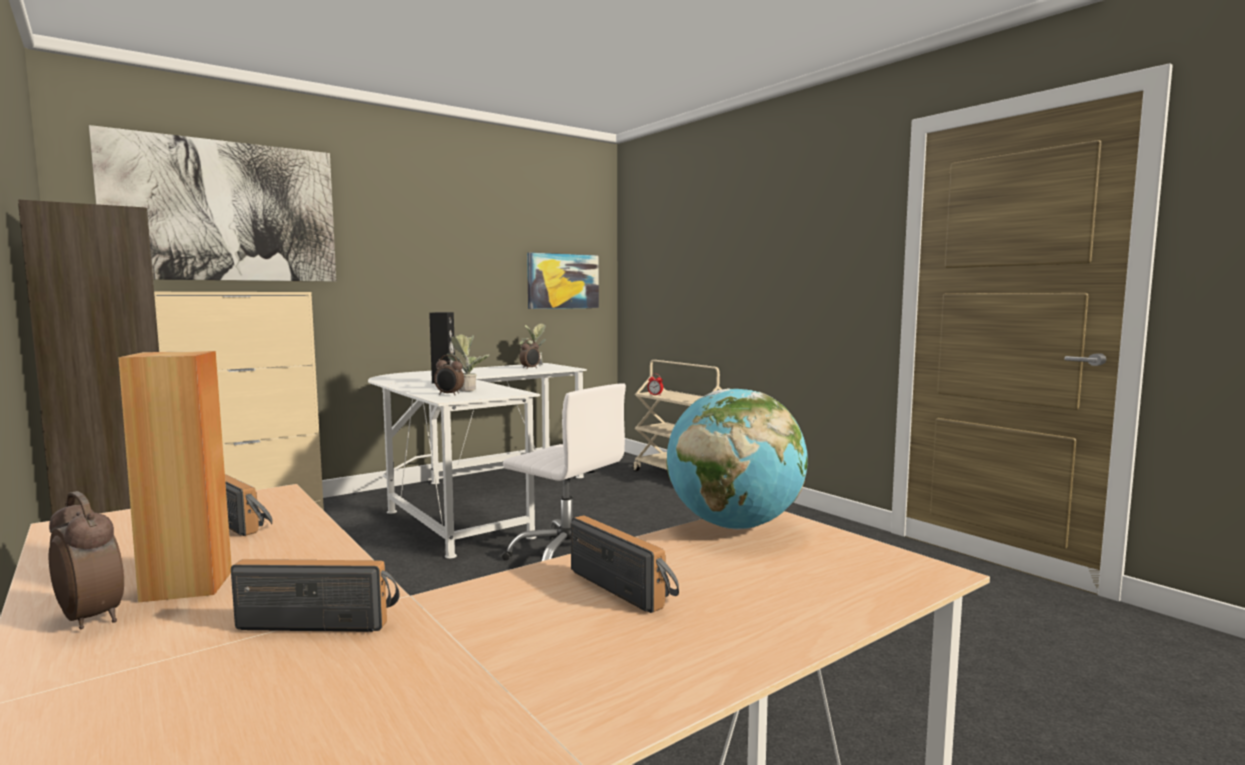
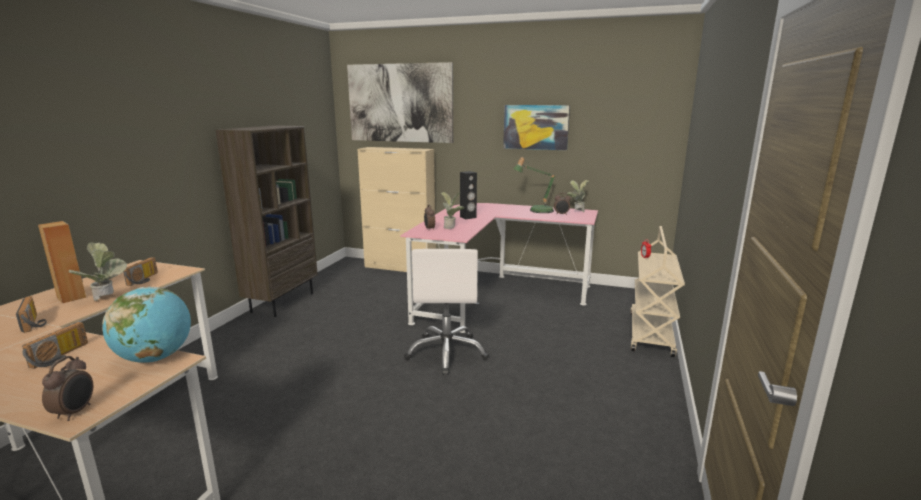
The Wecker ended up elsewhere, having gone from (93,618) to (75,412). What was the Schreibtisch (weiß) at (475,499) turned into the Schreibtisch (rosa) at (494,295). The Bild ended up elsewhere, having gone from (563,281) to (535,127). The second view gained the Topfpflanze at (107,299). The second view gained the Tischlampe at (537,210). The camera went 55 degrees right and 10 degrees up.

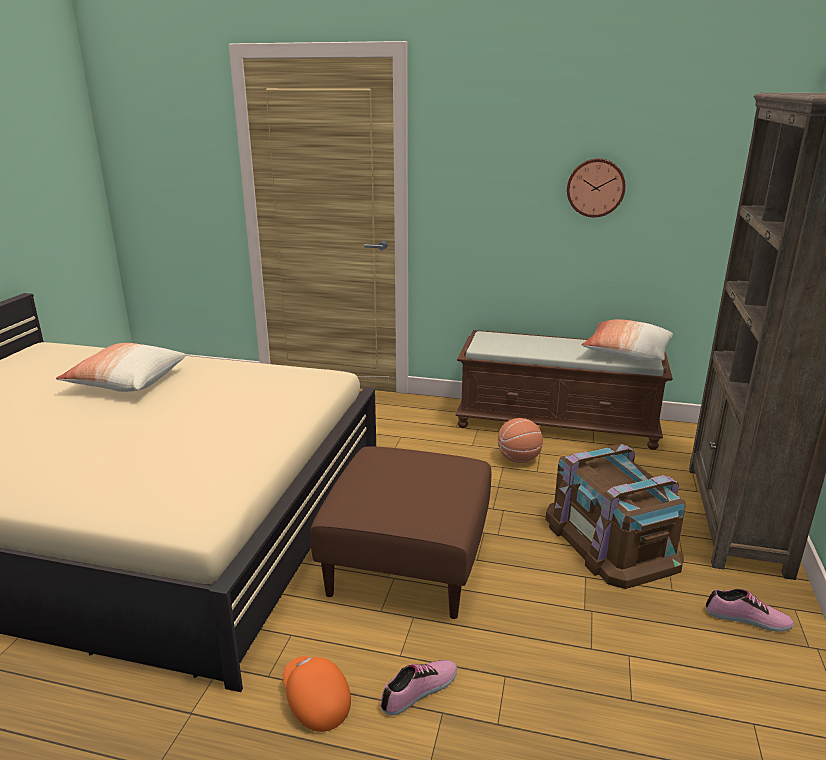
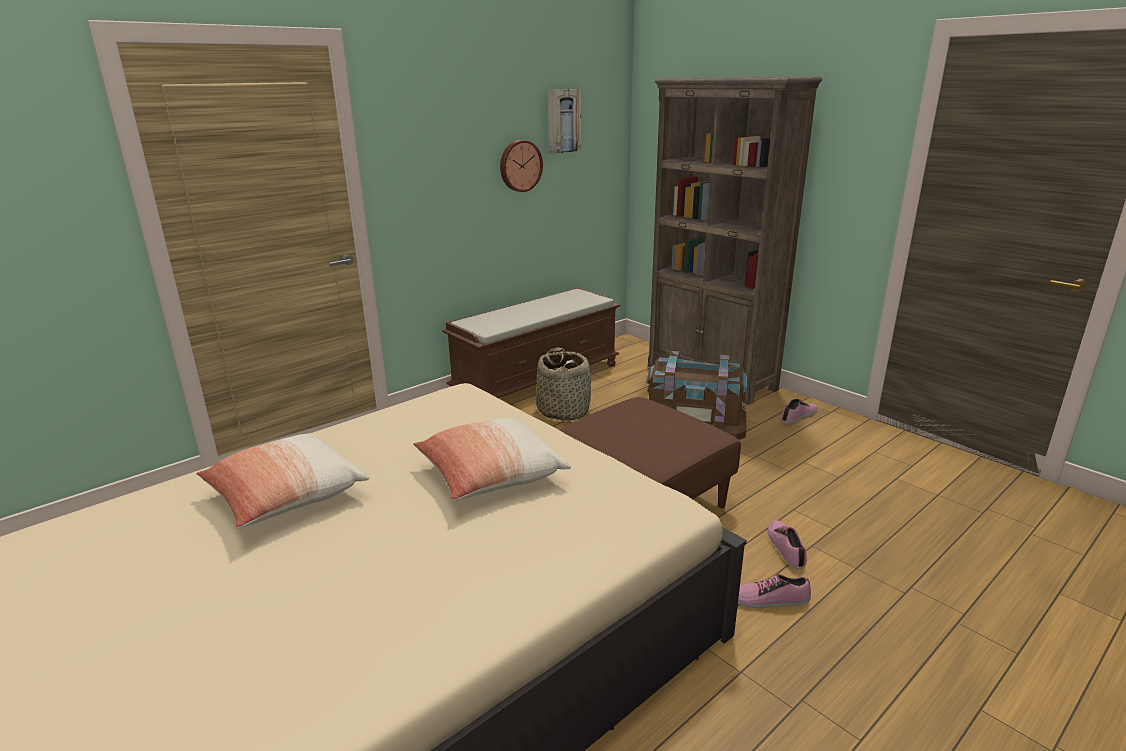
Where the Kappe (orange) stood at (315,702), the Schuh came to stand at (769,599). Where the Basketball stood at (519,459), the Korb came to stand at (563,410). The Kissen ended up elsewhere, having gone from (626,354) to (490,475). The second view gained the Bild at (563,121). The camera went 55 degrees left and 0 degrees up.

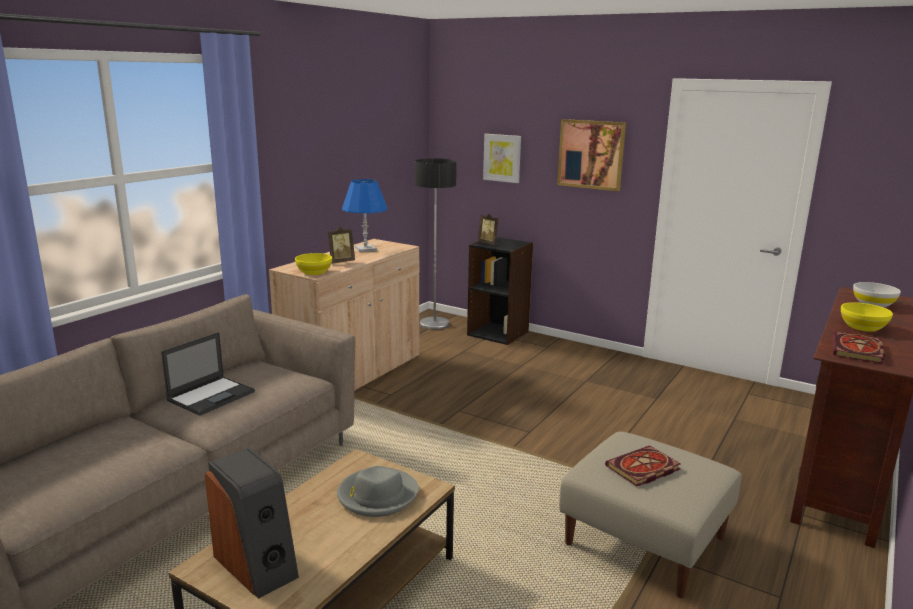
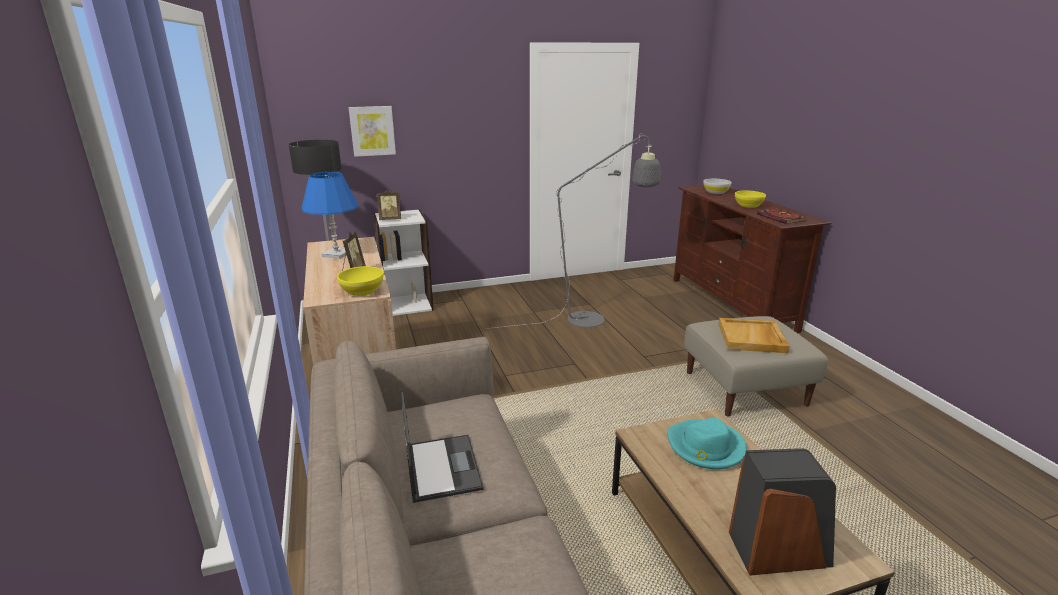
What was the Hut (grau) at (377,495) turned into the Hut (türkis) at (706,447). What was the Bücherregal (schwarz) at (498,333) turned into the Bücherregal (weiß) at (407,304). The second view lost the Bild at (591,154). Where the Buch stood at (642,469), the Tablett (beige) came to stand at (752,338). The second view gained the Stehlampe (grau) at (595,318). The camera went 50 degrees left and 5 degrees up.

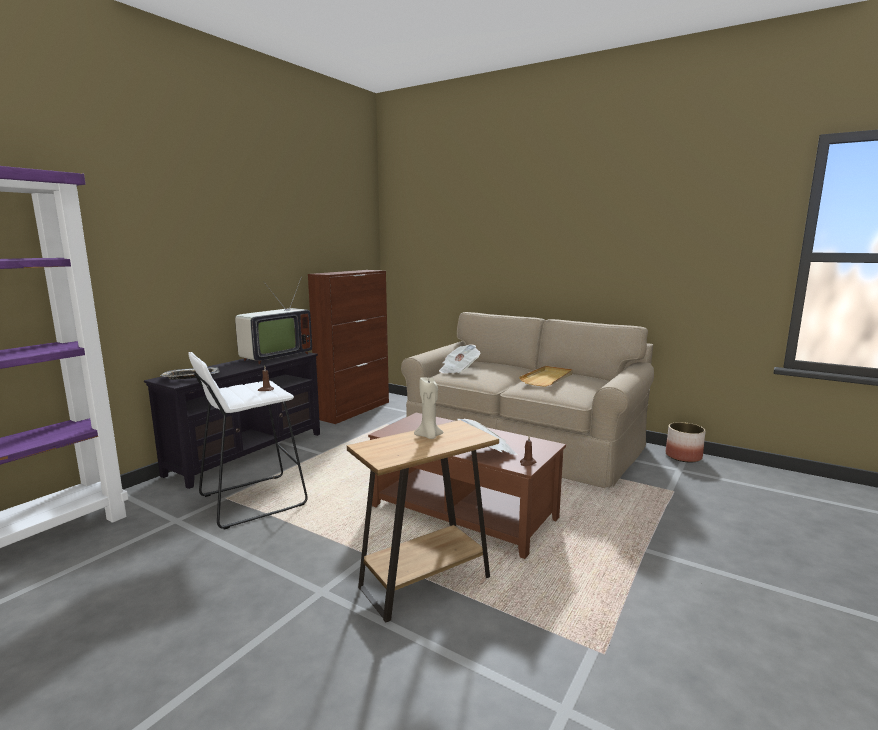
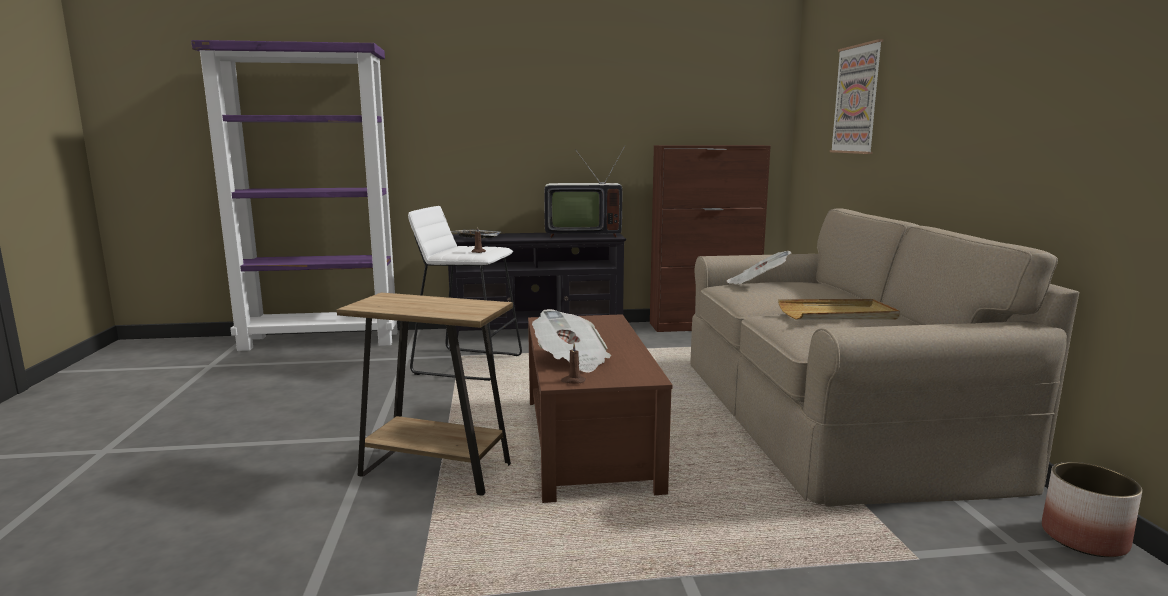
The second view lost the Kerze (beige) at (429,436). The second view gained the Bild at (856,99). The camera went 50 degrees right and 0 degrees up.

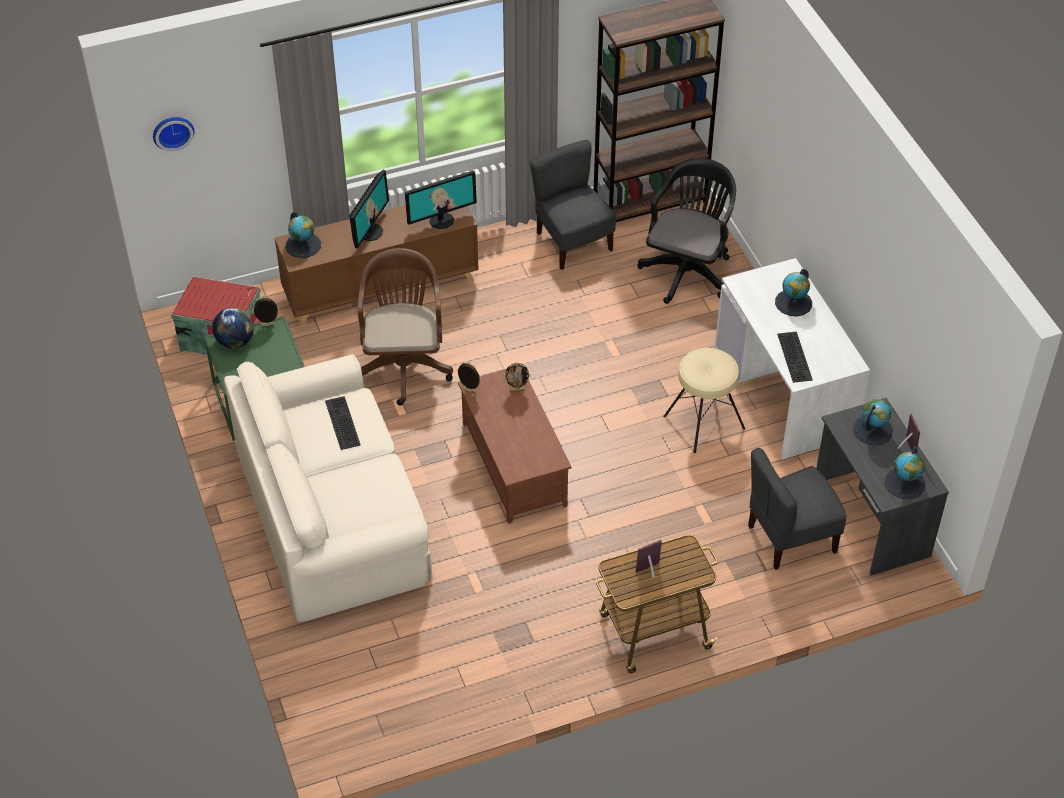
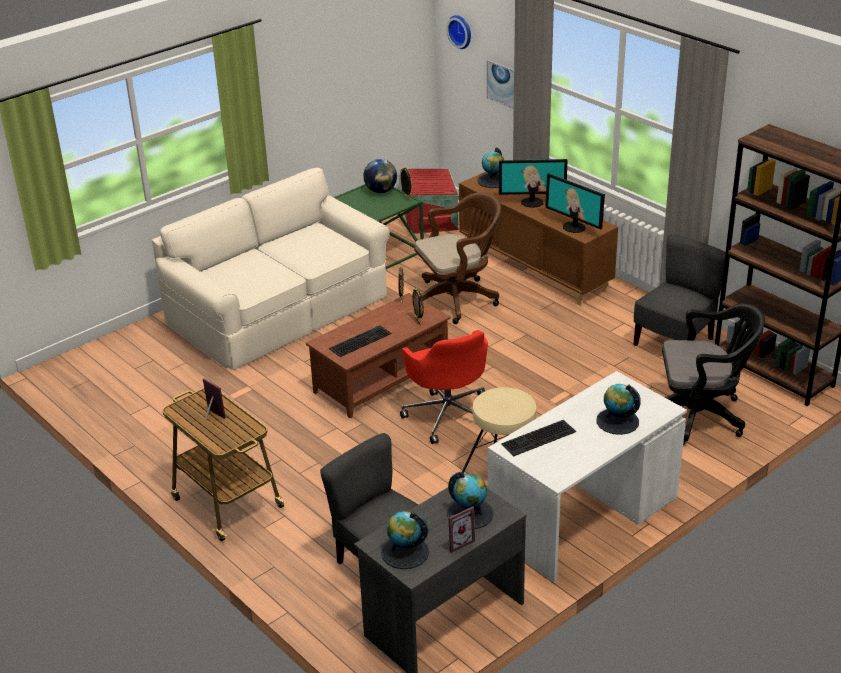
The Tastatur ended up elsewhere, having gone from (341,422) to (360,340). The second view gained the Bürostuhl (rot) at (448,414). The second view gained the Bild at (502,84). The camera went 70 degrees right and 15 degrees down.

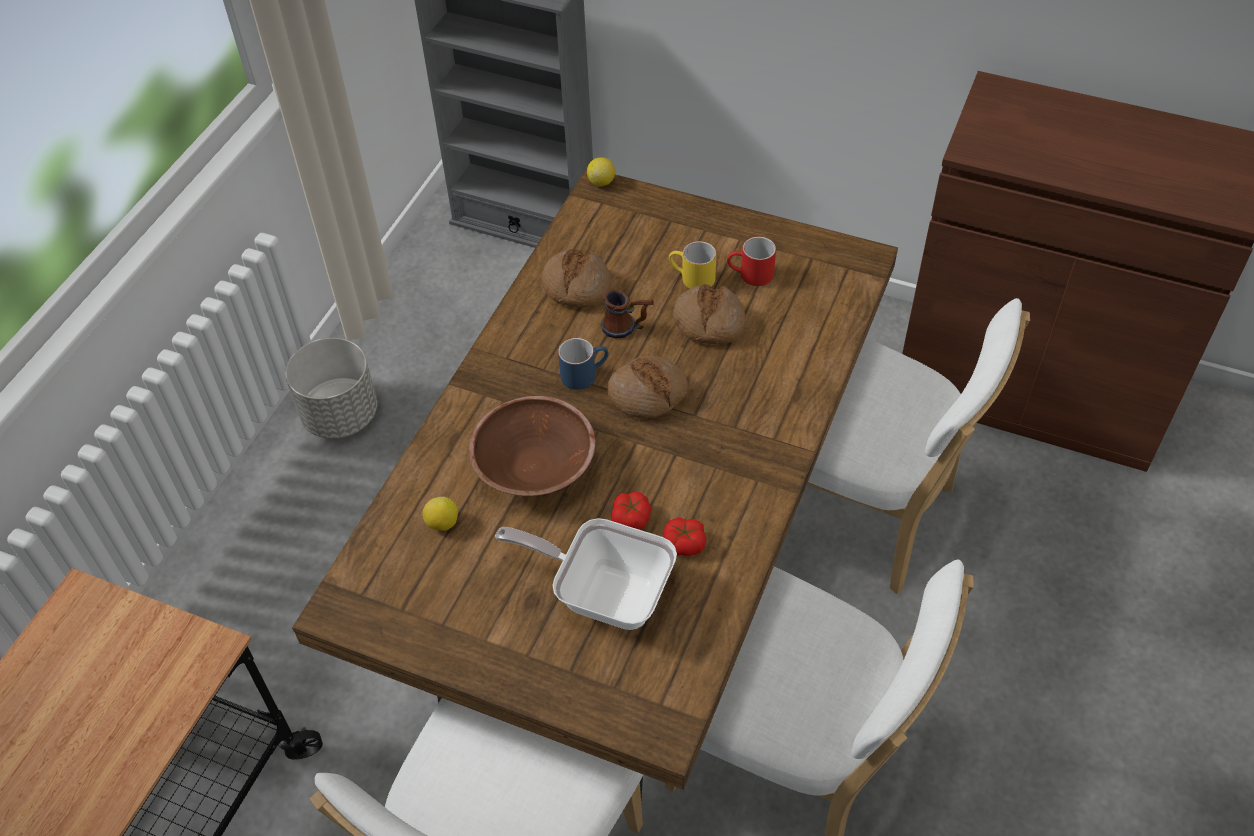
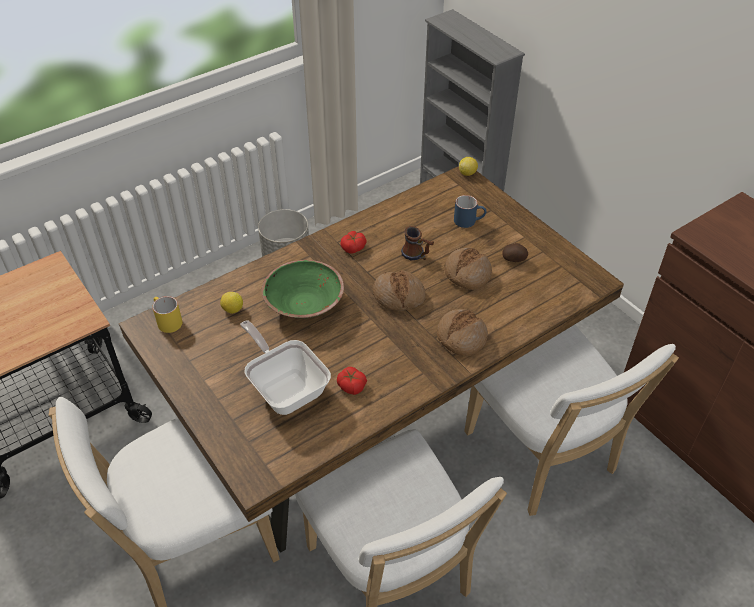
What was the Schüssel (braun) at (535,468) turned into the Schüssel (grün) at (304,305). The Brot ended up elsewhere, having gone from (576,287) to (461,337). The Henkelbecher (blau) ended up elsewhere, having gone from (584,373) to (469,221). The Tomate ended up elsewhere, having gone from (631,518) to (353,247). The Henkelbecher (gelb) ended up elsewhere, having gone from (691,278) to (166,321). Where the Henkelbecher (rot) stood at (750,275), the Kartoffel came to stand at (514,259). The camera went 30 degrees right and 5 degrees down.

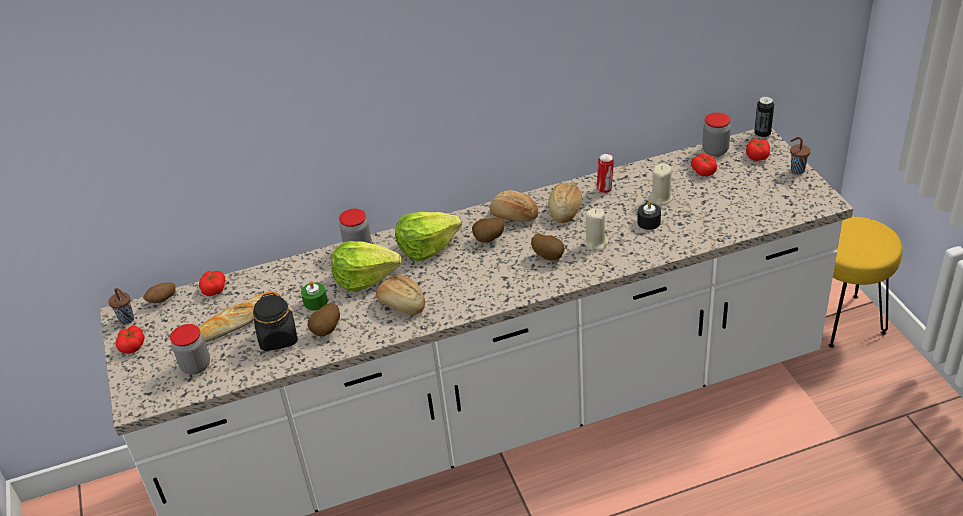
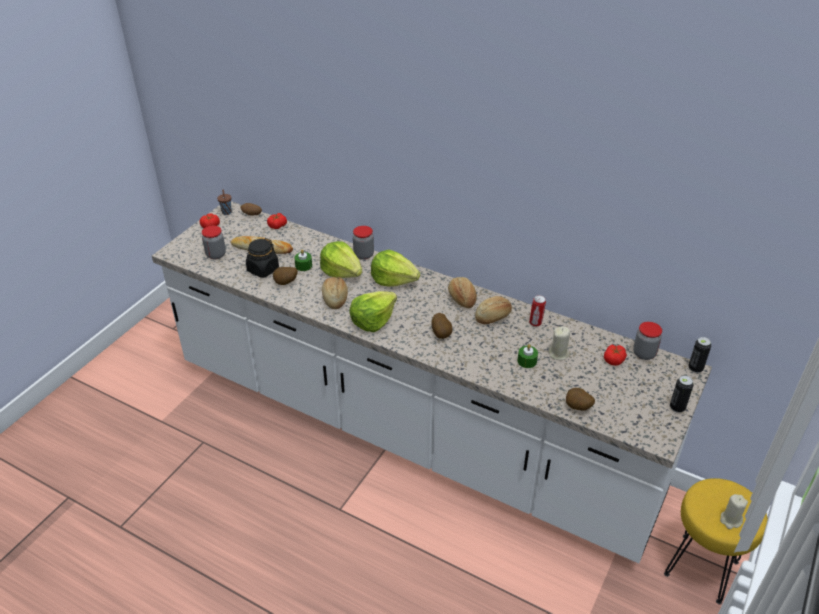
The Kartoffel ended up elsewhere, having gone from (489,240) to (577,408). The Kerze (beige) ended up elsewhere, having gone from (596,243) to (730,520). What was the Kerze (schwarz) at (649,222) turned into the Kerze (grün) at (527,361). The second view lost the Tomate at (757,155). Where the Tasse (braun) stood at (796,170), the Dose came to stand at (677,407). The second view gained the Salatkopf at (373,320). The camera went 45 degrees right and 0 degrees up.

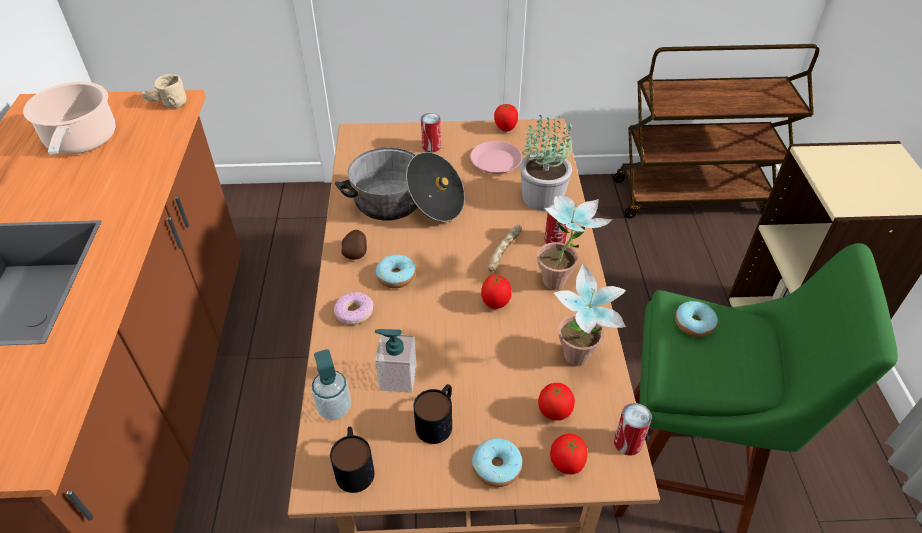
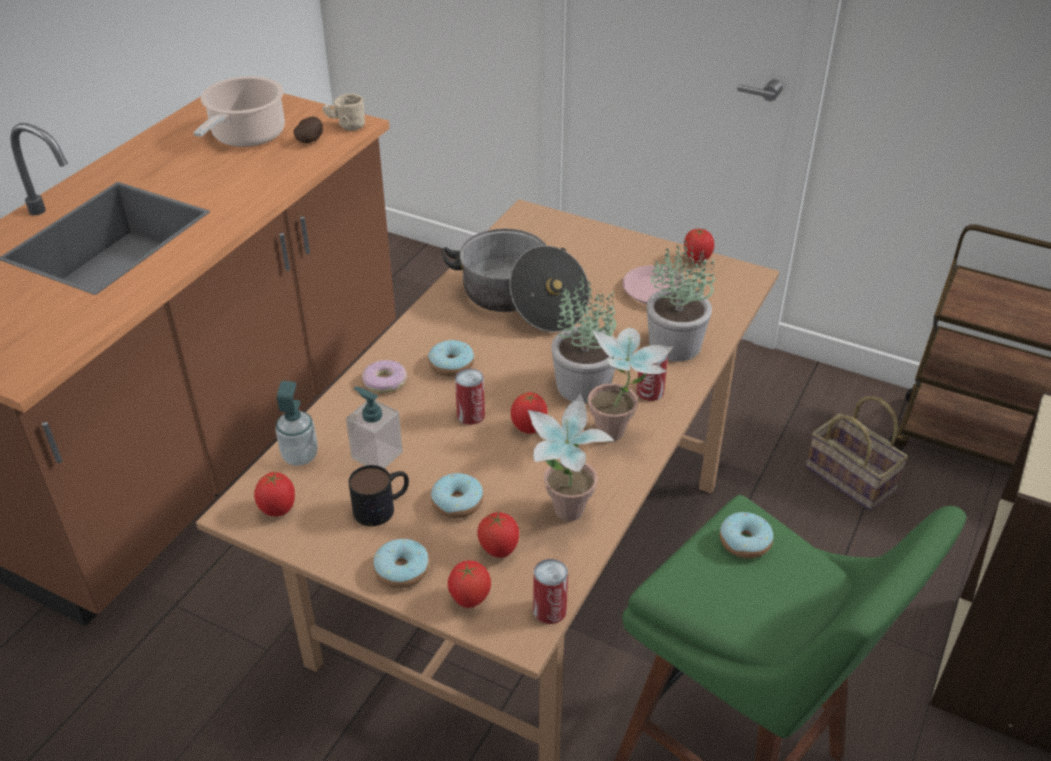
Where the Henkelbecher stood at (354,466), the Tomate came to stand at (278,510). The Kartoffel ended up elsewhere, having gone from (356,252) to (311,140). The Dose ended up elsewhere, having gone from (431,146) to (471,415). Where the Brot stood at (505,253), the Topfpflanze came to stand at (582,385). The second view gained the Donut at (457,503). The second view gained the Korb at (853,479). The camera went 30 degrees right and 5 degrees down.

